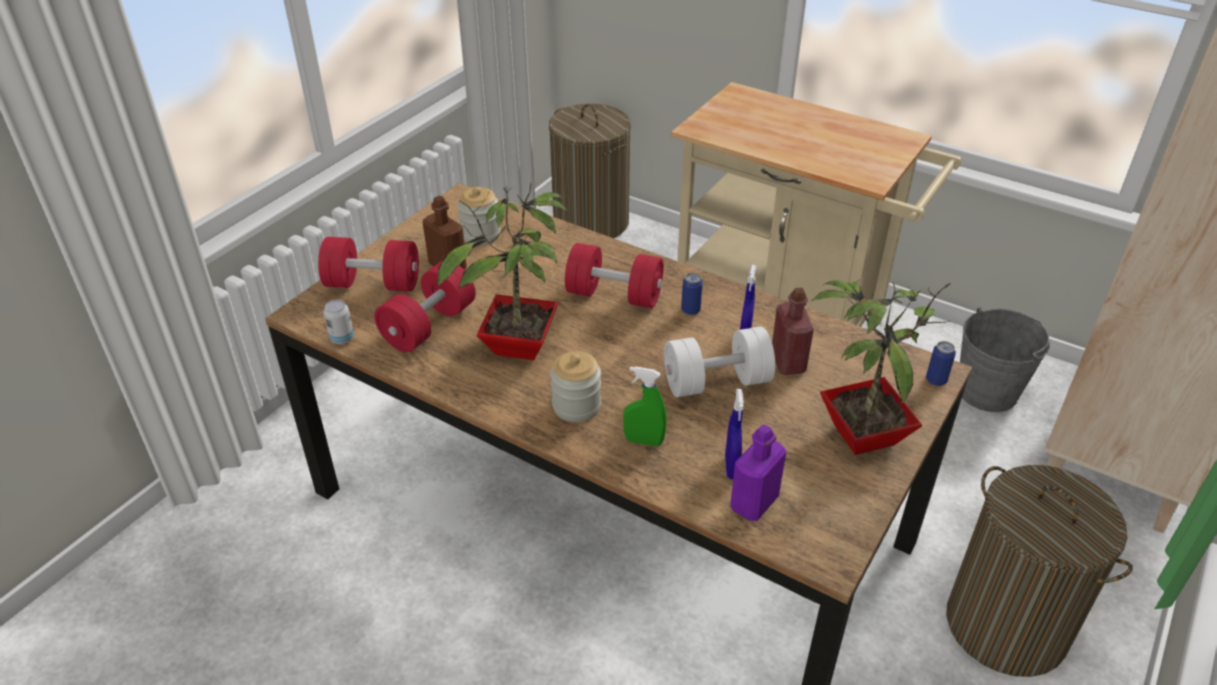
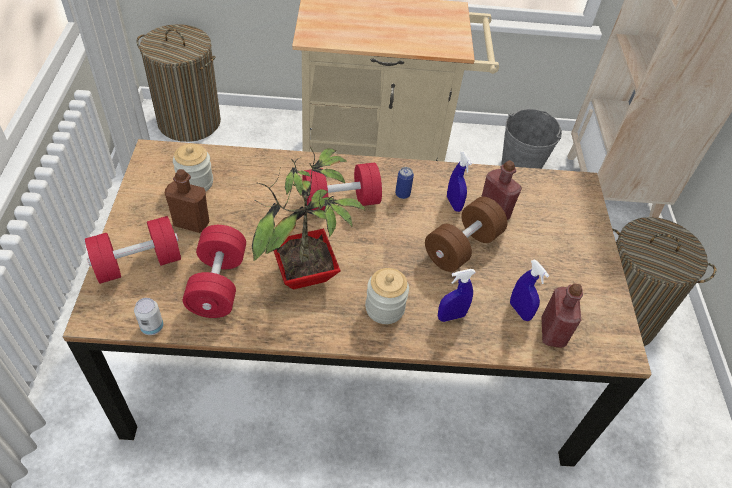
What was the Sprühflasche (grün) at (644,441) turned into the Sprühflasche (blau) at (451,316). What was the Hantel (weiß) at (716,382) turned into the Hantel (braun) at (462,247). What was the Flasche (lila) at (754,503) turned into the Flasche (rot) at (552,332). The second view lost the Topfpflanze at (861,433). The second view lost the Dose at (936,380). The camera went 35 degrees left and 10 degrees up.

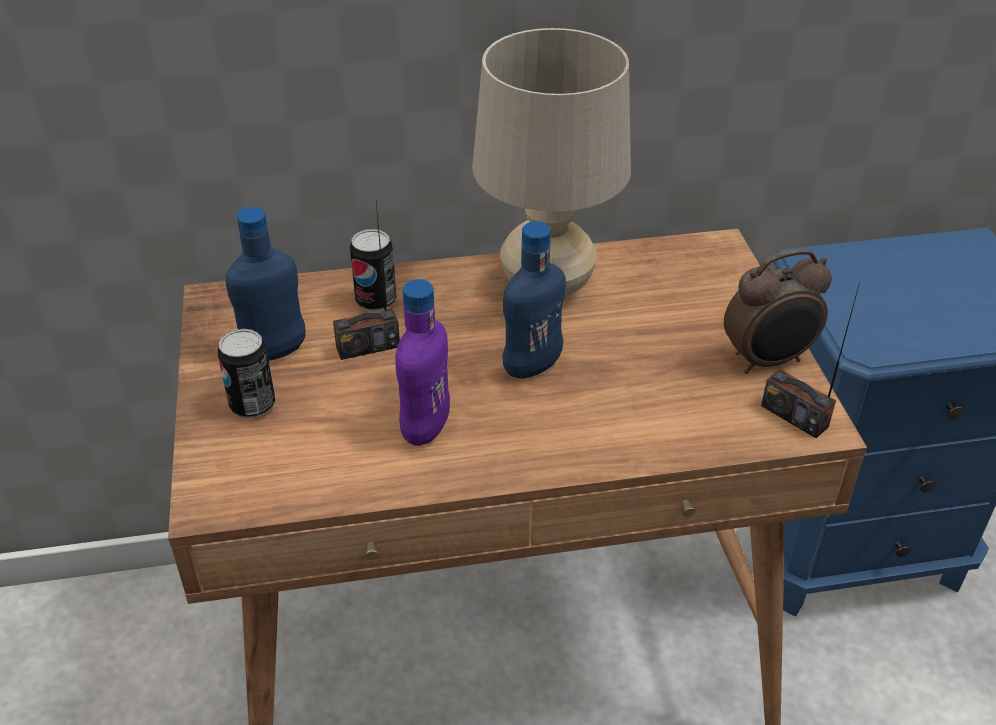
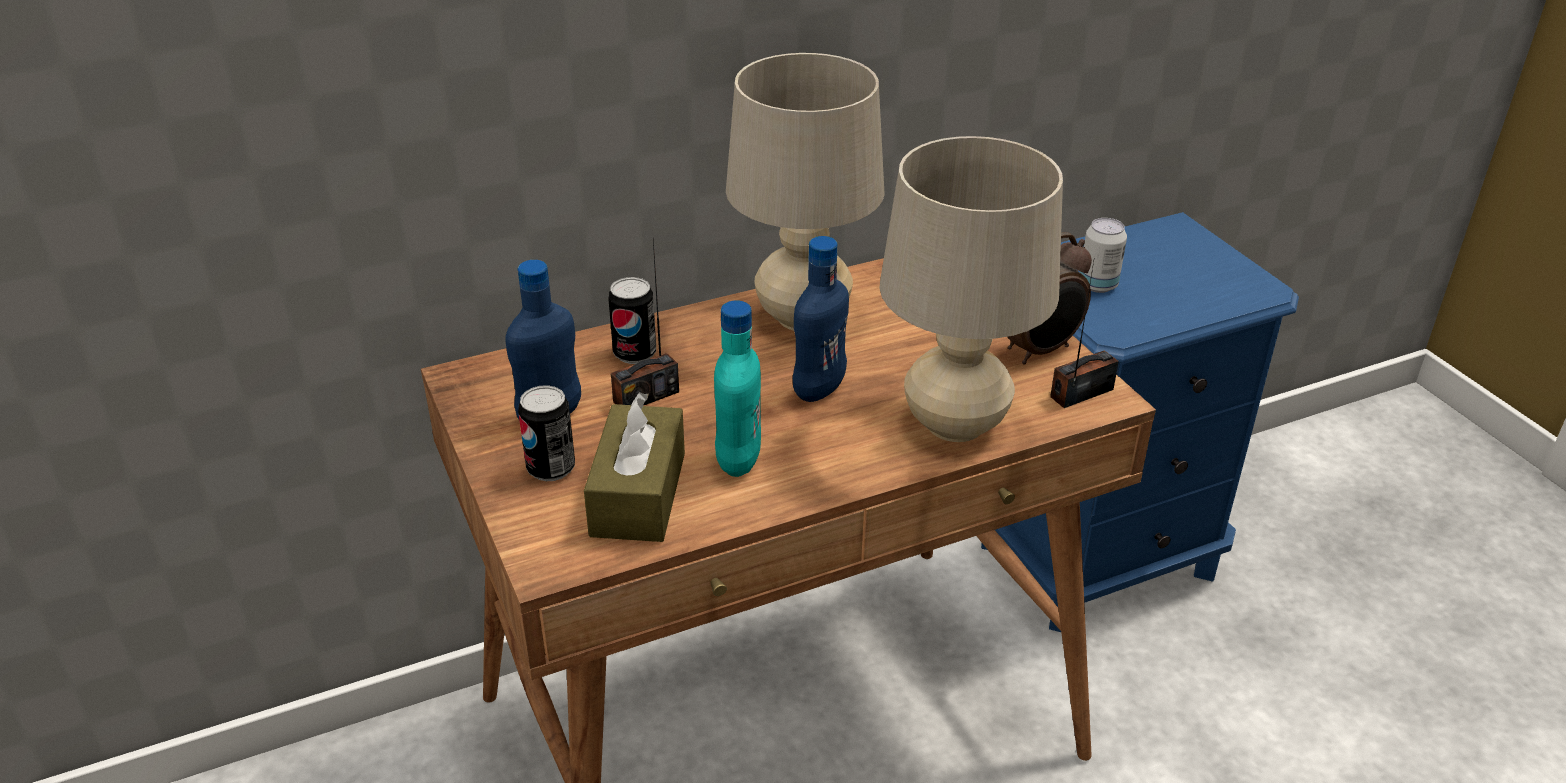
What was the Flasche (lila) at (425,428) turned into the Flasche (türkis) at (738,460). The Radio at (794,416) ended up facing another way, 120 degrees clockwise from before. The second view gained the Taschentuchbox (braun) at (638,494). The second view gained the Tischlampe (beige) at (954,424). The second view gained the Dose at (1098,285). The camera went 15 degrees left and 5 degrees down.

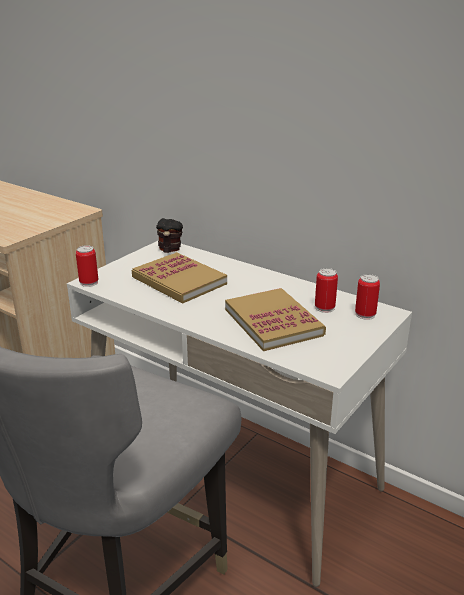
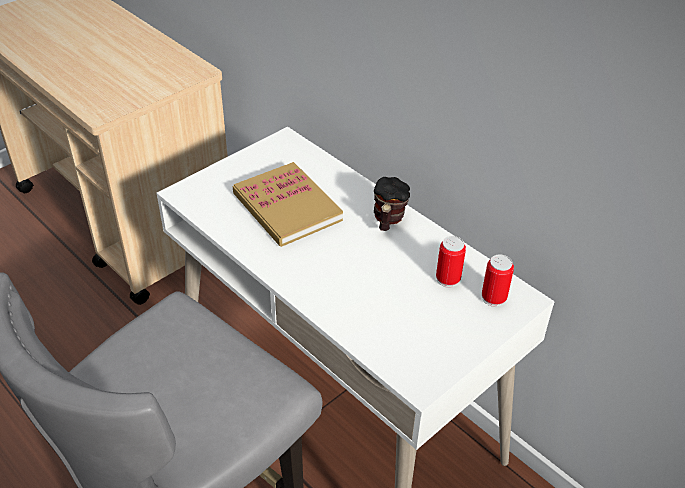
The second view lost the Dose at (89,282). The Henkelbecher ended up elsewhere, having gone from (169,251) to (387,220). The second view lost the Buch at (273,322). The camera went 10 degrees right and 15 degrees up.

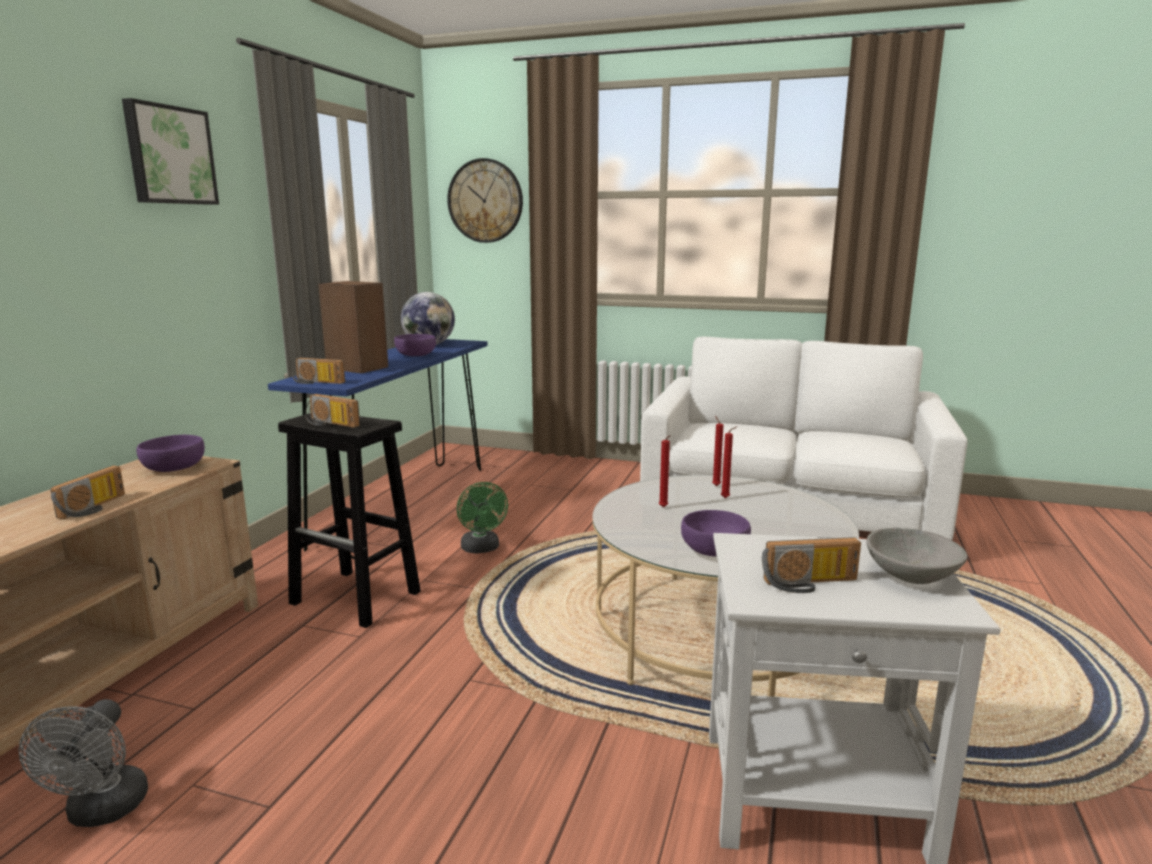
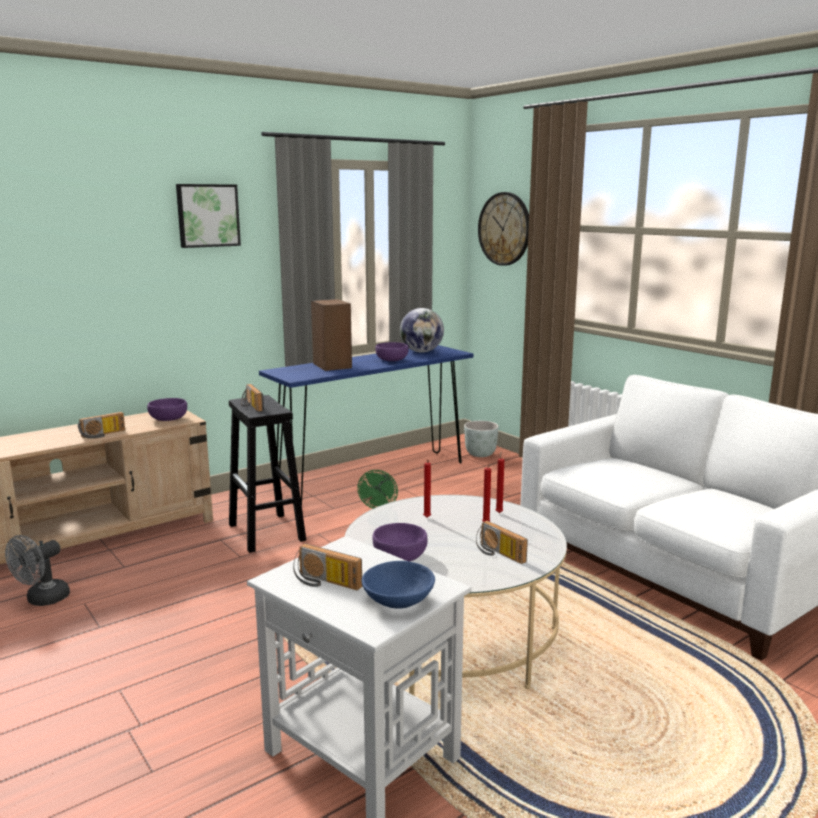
The Radio ended up elsewhere, having gone from (316,382) to (498,554). What was the Schüssel (grau) at (912,576) turned into the Schüssel (blau) at (399,601). The second view gained the Pflanzkübel (grau) at (480,454). The camera went 35 degrees right and 0 degrees up.

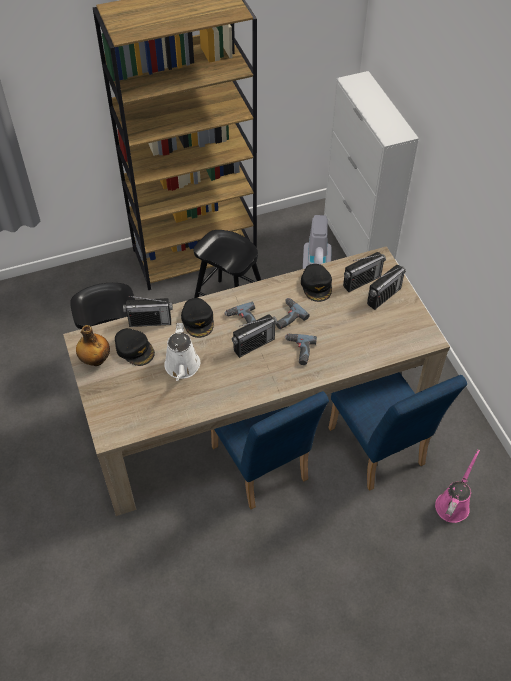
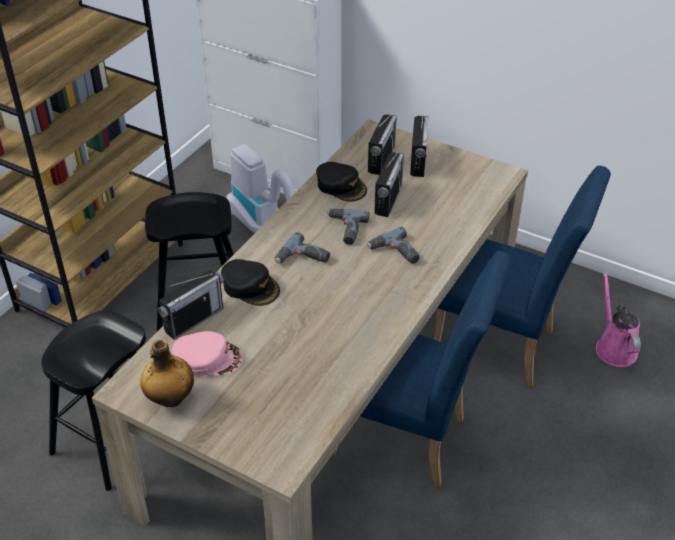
What was the Kappe (schwarz) at (135,349) turned into the Kappe (rosa) at (208,358). The second view lost the Gießkanne (weiß) at (182,367). The Radio ended up elsewhere, having gone from (254,344) to (388,199). The camera went 40 degrees left and 10 degrees down.

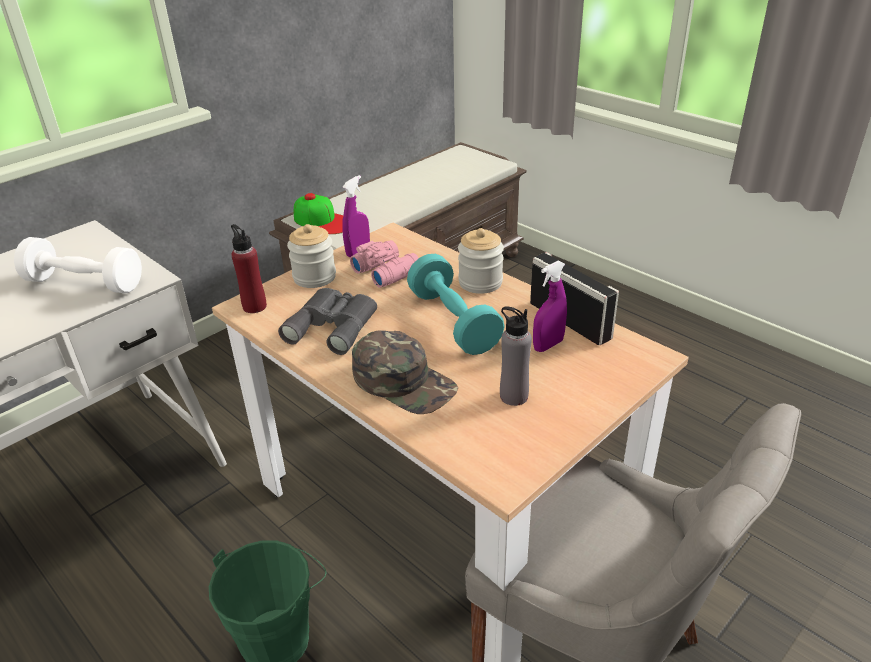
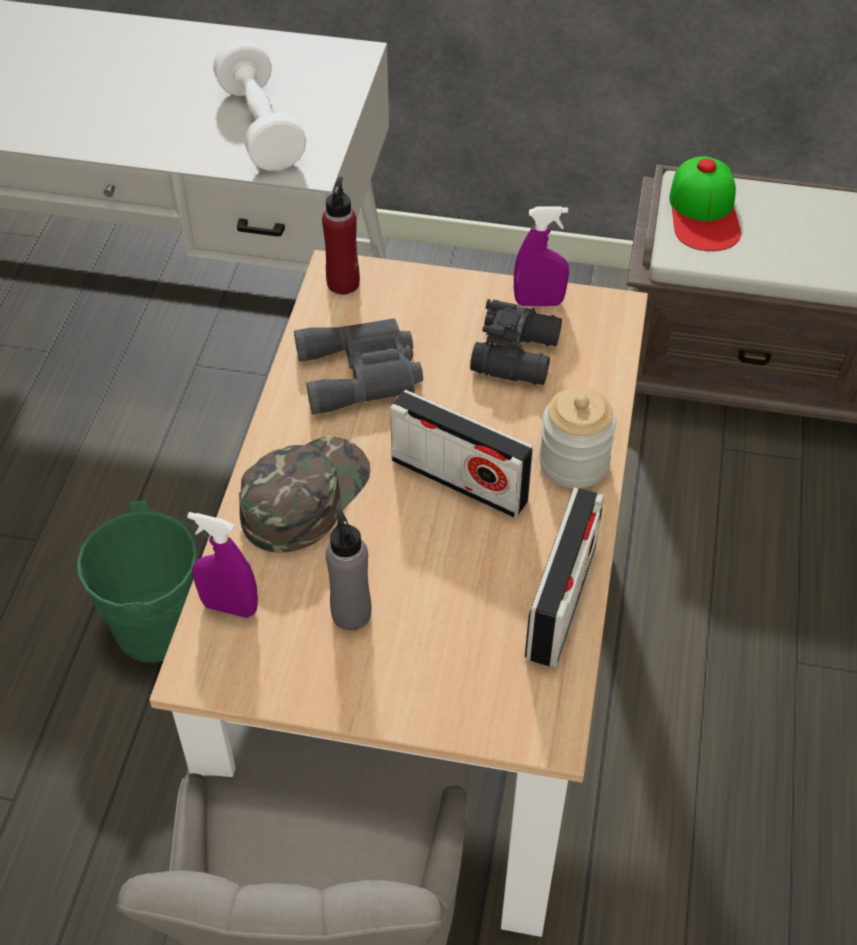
The second view lost the Vorratsglas at (314,277). What was the Fernglas (rosa) at (386,271) turned into the Fernglas (schwarz) at (518,354). The Kappe (grün) at (404,382) ended up facing another way, 150 degrees counterclockwise from before. Where the Hantel (türkis) stood at (453,322), the Radio came to stand at (459,480). The Sprühflasche (lila) ended up elsewhere, having gone from (548,345) to (229,607). The camera went 55 degrees right and 15 degrees up.

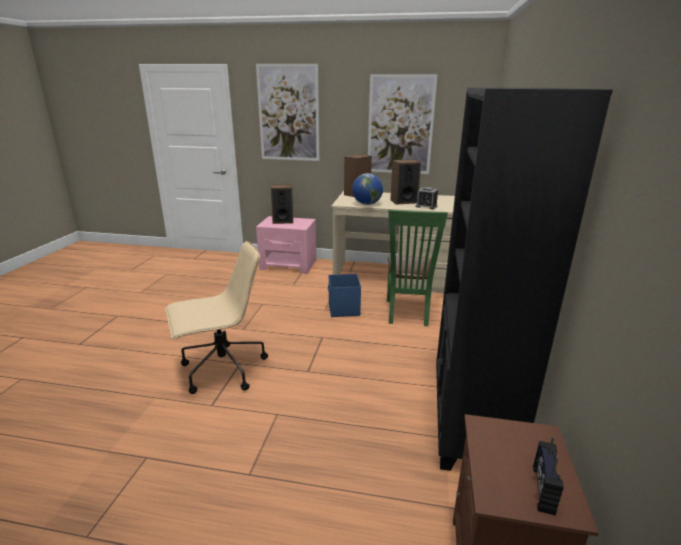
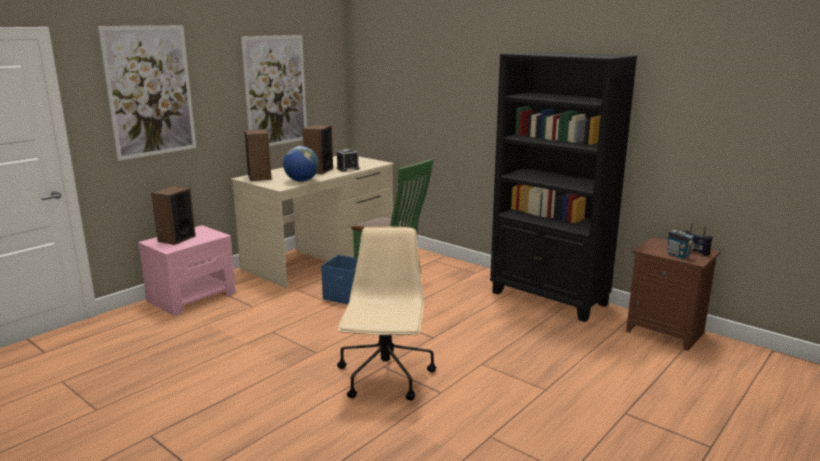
The second view gained the Radio at (678,255). The camera went 60 degrees left and 5 degrees down.

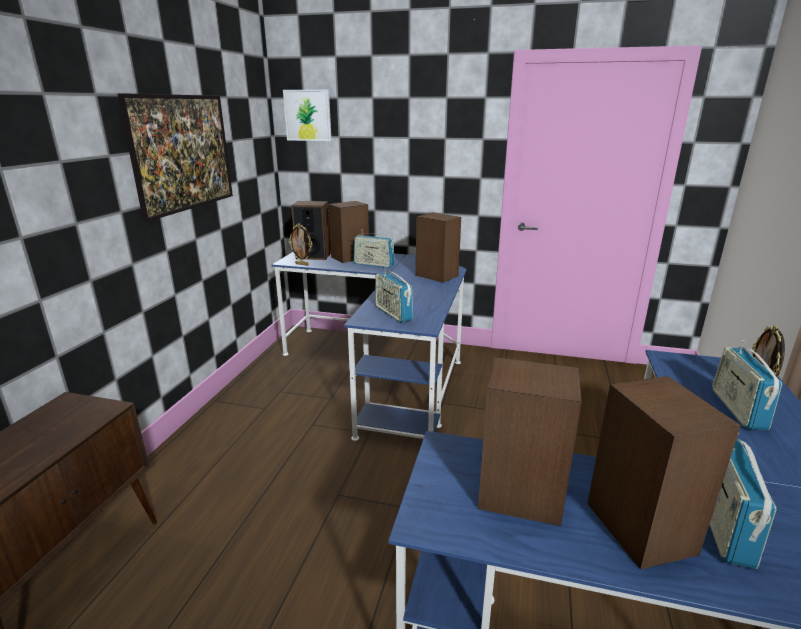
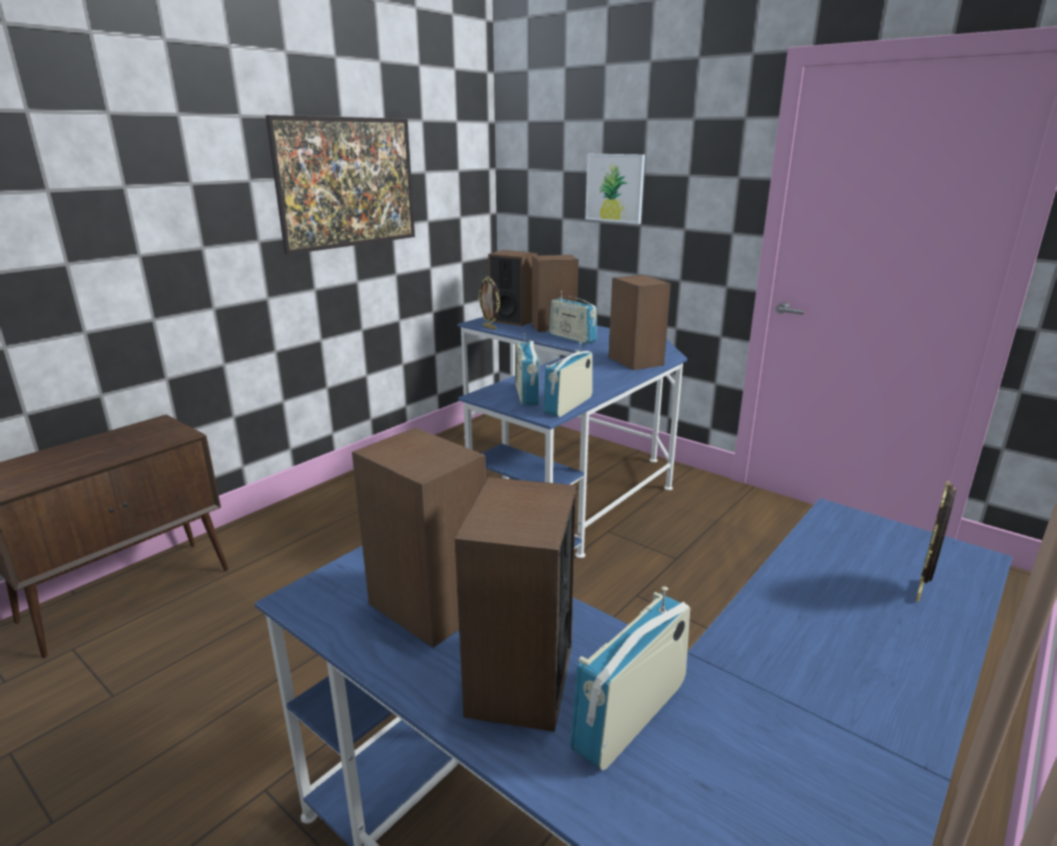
The Bild ended up elsewhere, having gone from (308,115) to (614,188). The Radio ended up elsewhere, having gone from (737,409) to (568,405). The camera went 25 degrees right and 0 degrees up.

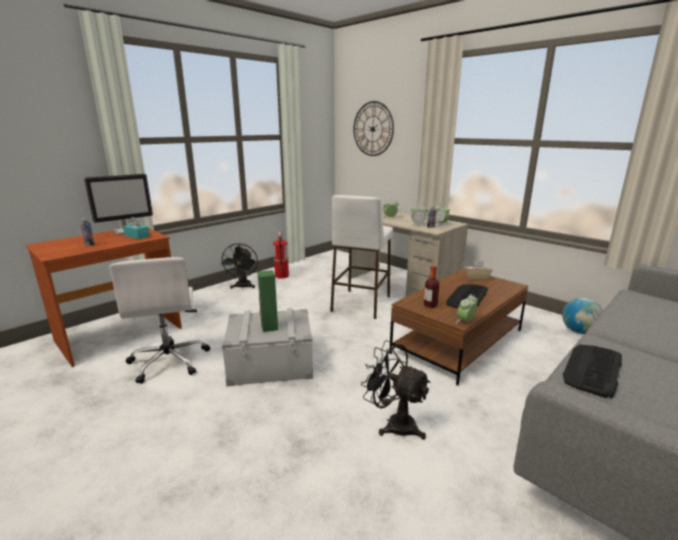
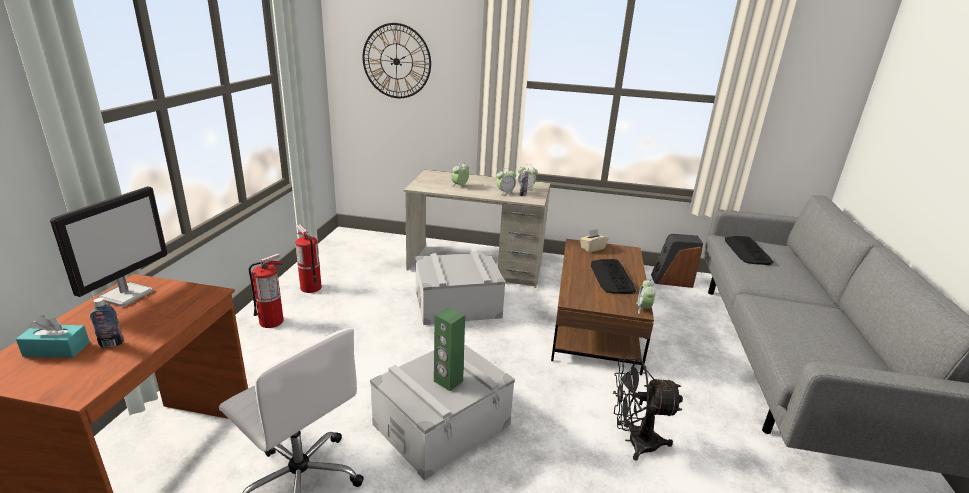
The Taschentuchbox (türkis) ended up elsewhere, having gone from (137,236) to (57,349). Where the Ventilator (schwarz) stood at (242,287), the Feuerlöscher came to stand at (272,321). Where the Hocker (weiß) stood at (361,304), the Aufbewahrungsbox (grau) came to stand at (457,304). The second view lost the Flasche at (430,305). Where the Globus stood at (579,331), the Lautsprecher came to stand at (671,280). The Tastatur ended up elsewhere, having gone from (593,369) to (747,251). The camera went 35 degrees left and 5 degrees up.

